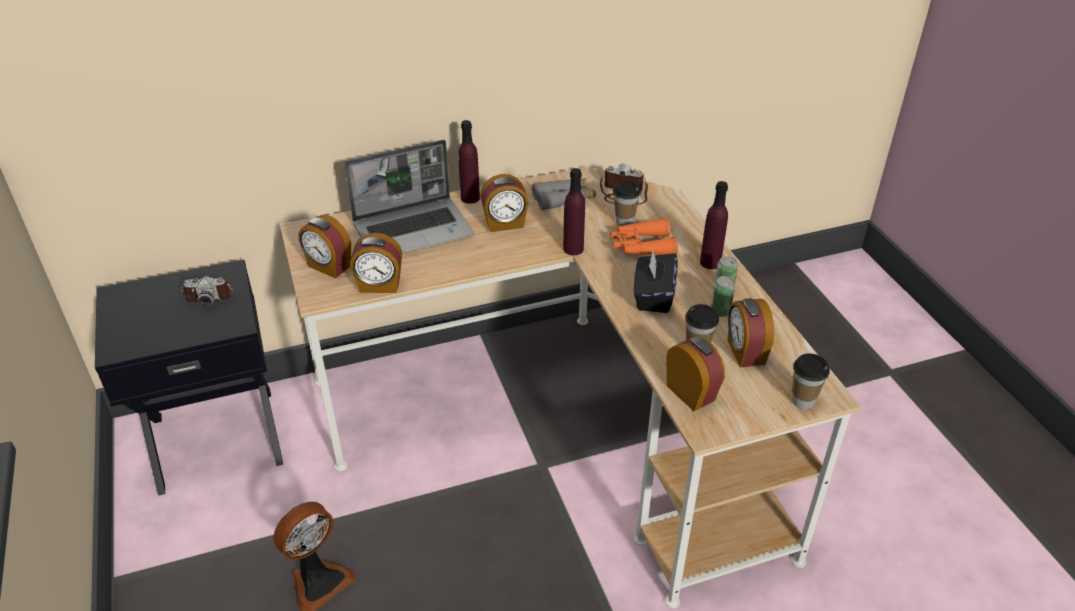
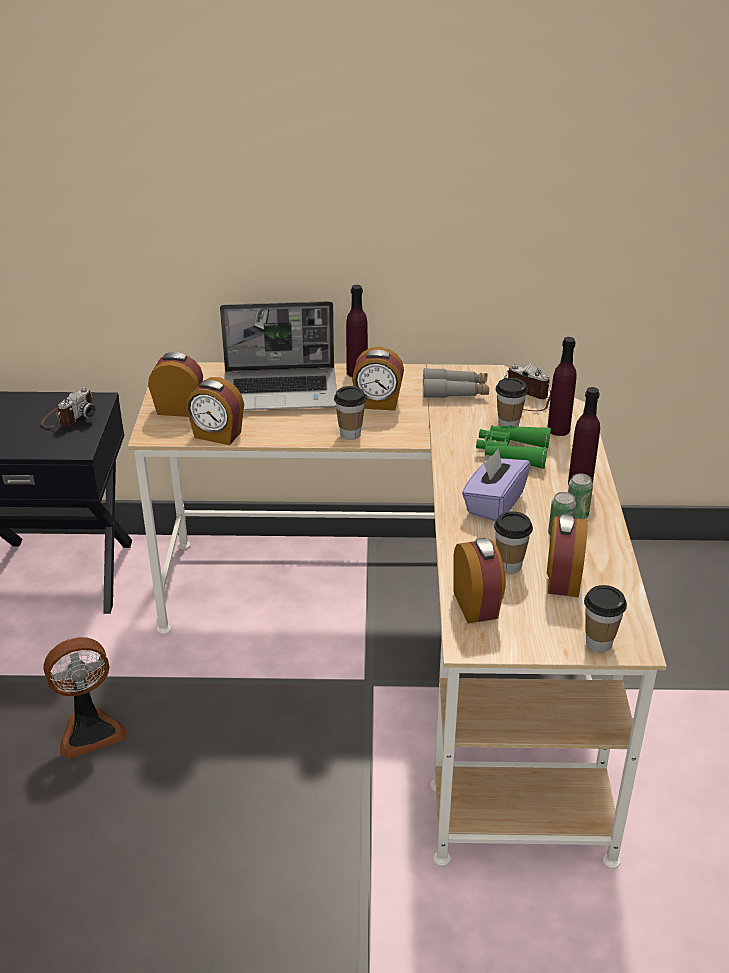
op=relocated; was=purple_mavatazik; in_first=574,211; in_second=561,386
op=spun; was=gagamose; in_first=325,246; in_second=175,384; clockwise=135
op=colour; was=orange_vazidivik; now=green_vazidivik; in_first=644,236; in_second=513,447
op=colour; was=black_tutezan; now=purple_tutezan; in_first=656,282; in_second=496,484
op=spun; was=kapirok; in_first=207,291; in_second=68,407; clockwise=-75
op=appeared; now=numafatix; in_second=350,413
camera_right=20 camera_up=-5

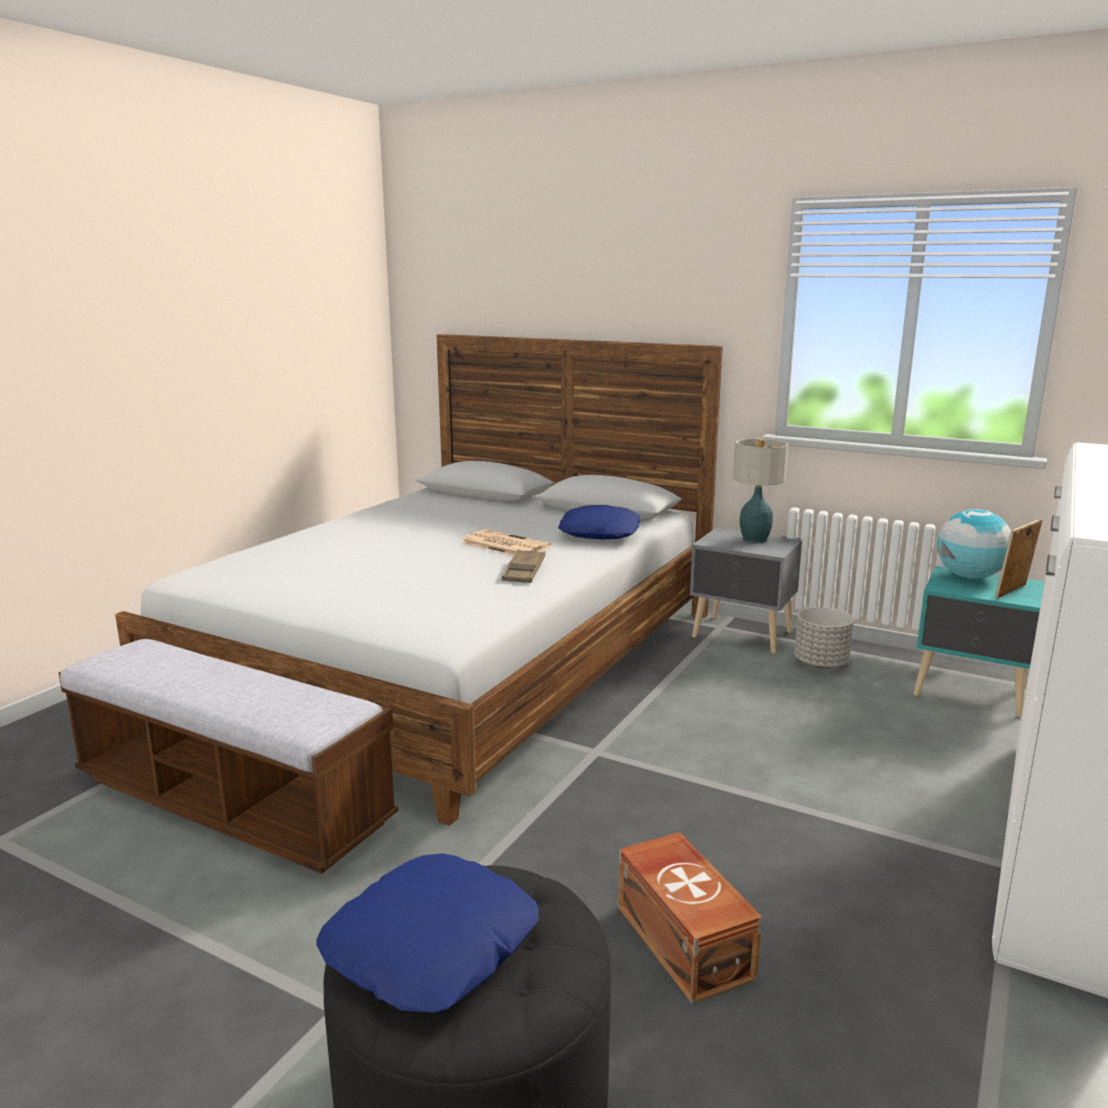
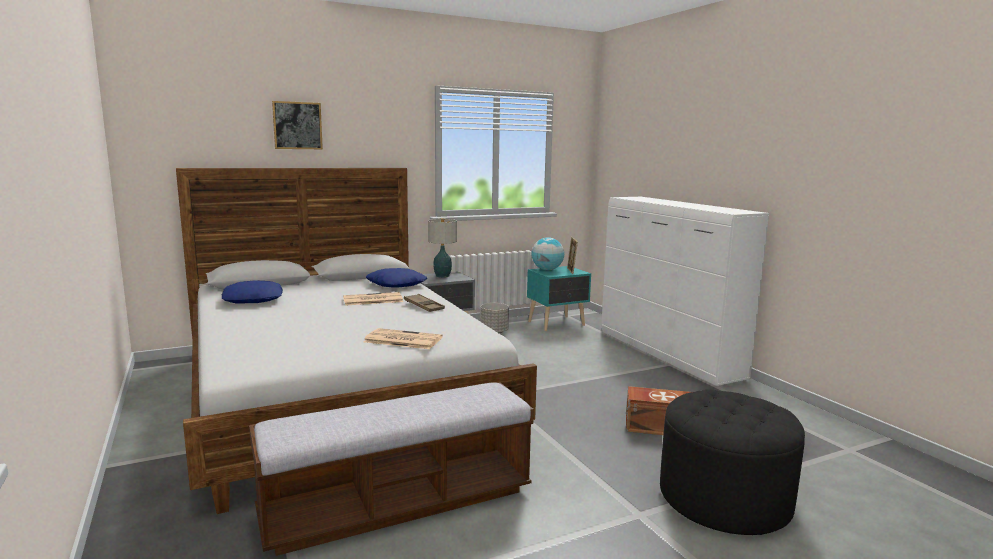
op=relocated; was=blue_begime; in_first=427,933; in_second=252,291
op=appeared; now=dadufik; in_second=297,125
op=appeared; now=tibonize; in_second=403,338
camera_right=-55 camera_up=-5

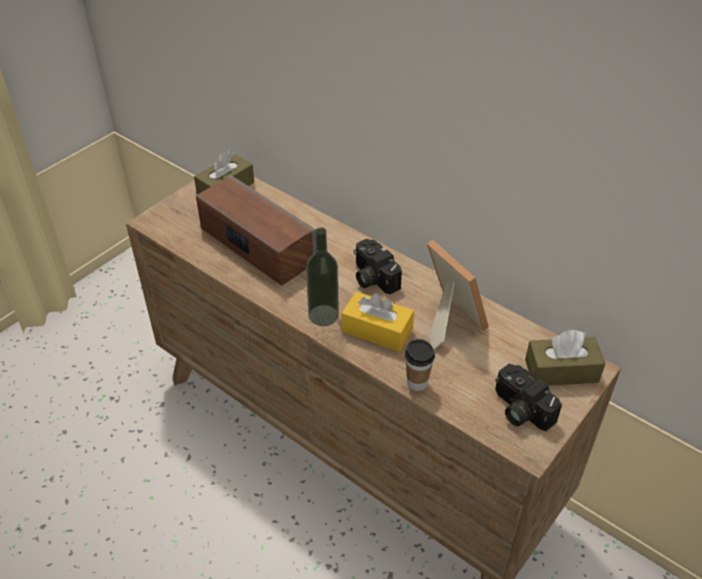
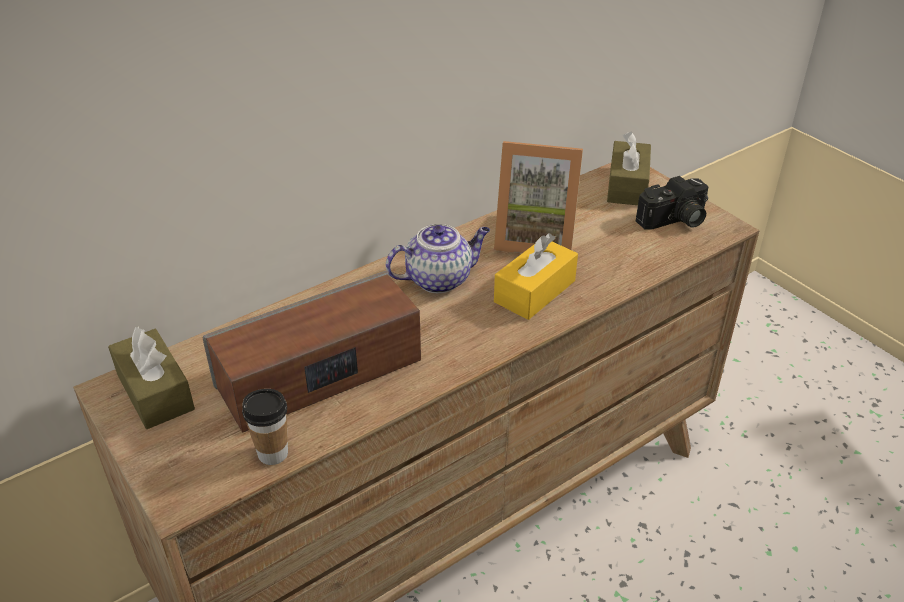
op=missing; was=mavatazik; in_first=322,277
op=exchanged; was=kapirok; now=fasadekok; in_first=378,267; in_second=438,258
op=spun; was=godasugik; in_first=458,295; in_second=538,197; clockwise=-150
op=relocated; was=numafatix; in_first=420,365; in_second=265,427
camera_right=-75 camera_up=-5

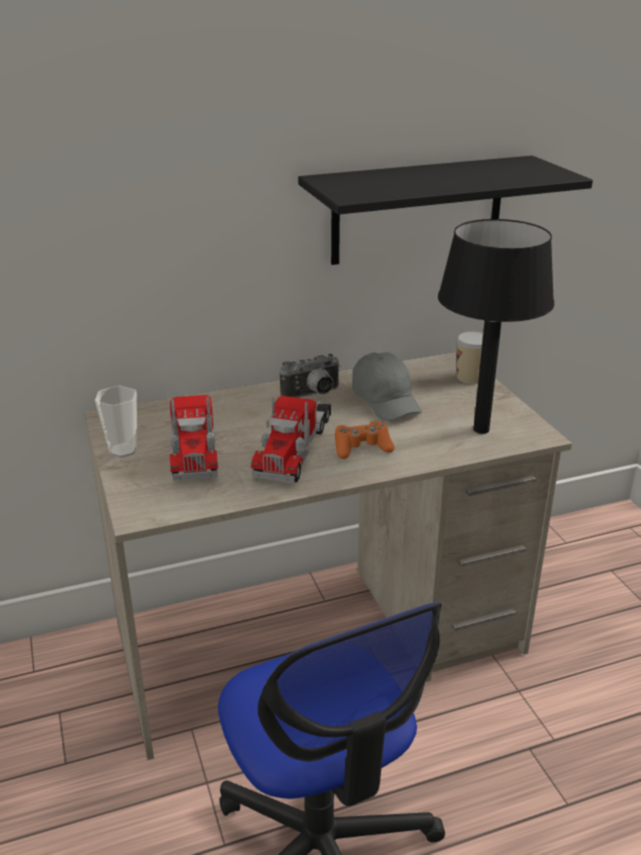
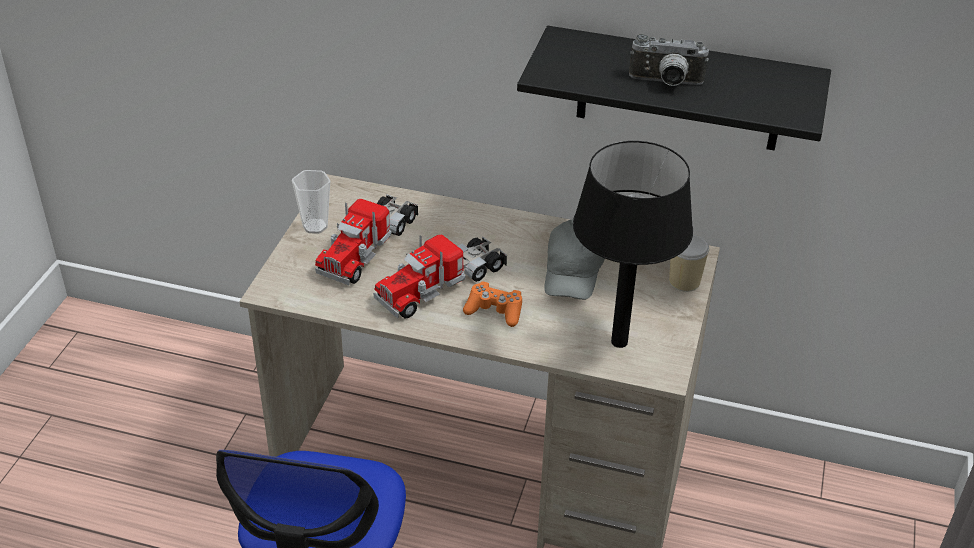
op=relocated; was=kapirok; in_first=310,376; in_second=669,60
camera_right=35 camera_up=10

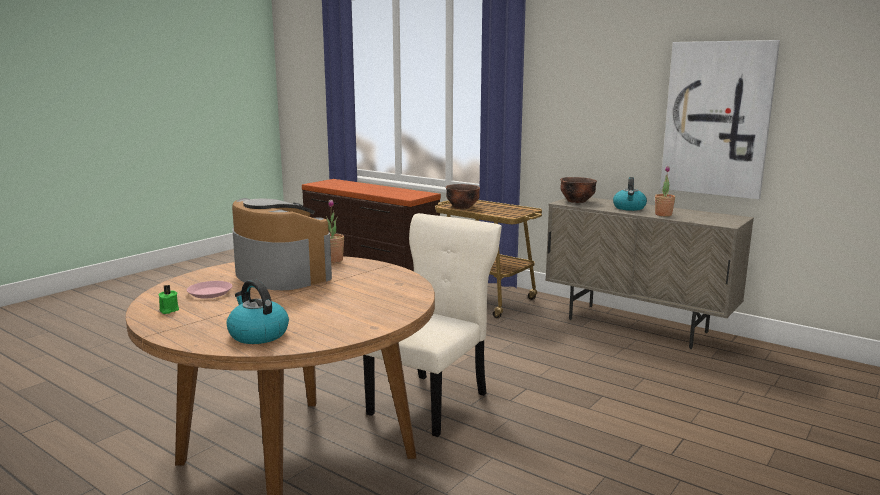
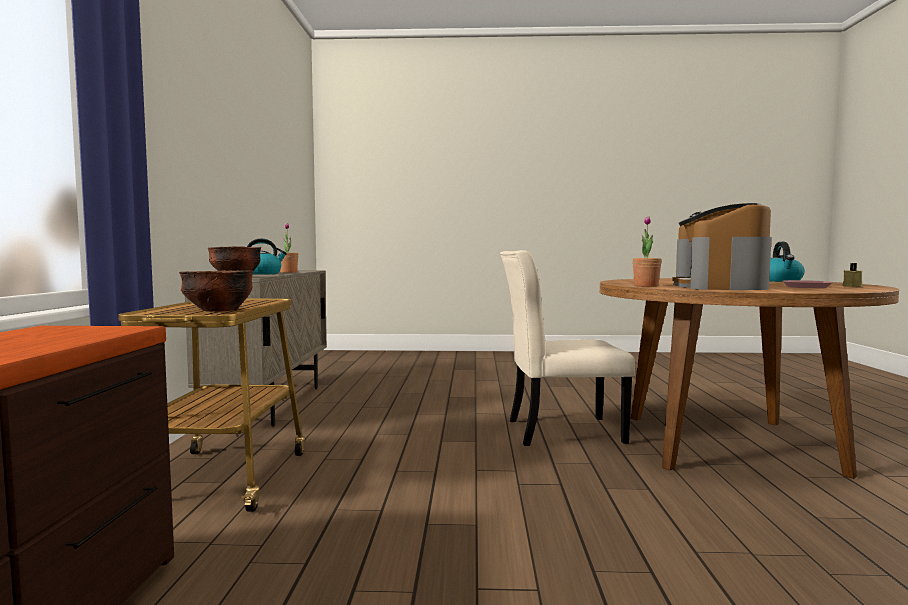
op=missing; was=dadufik; in_first=720,119
op=colour; was=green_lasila; now=beige_lasila; in_first=169,299; in_second=852,275
camera_right=-125 camera_up=-10

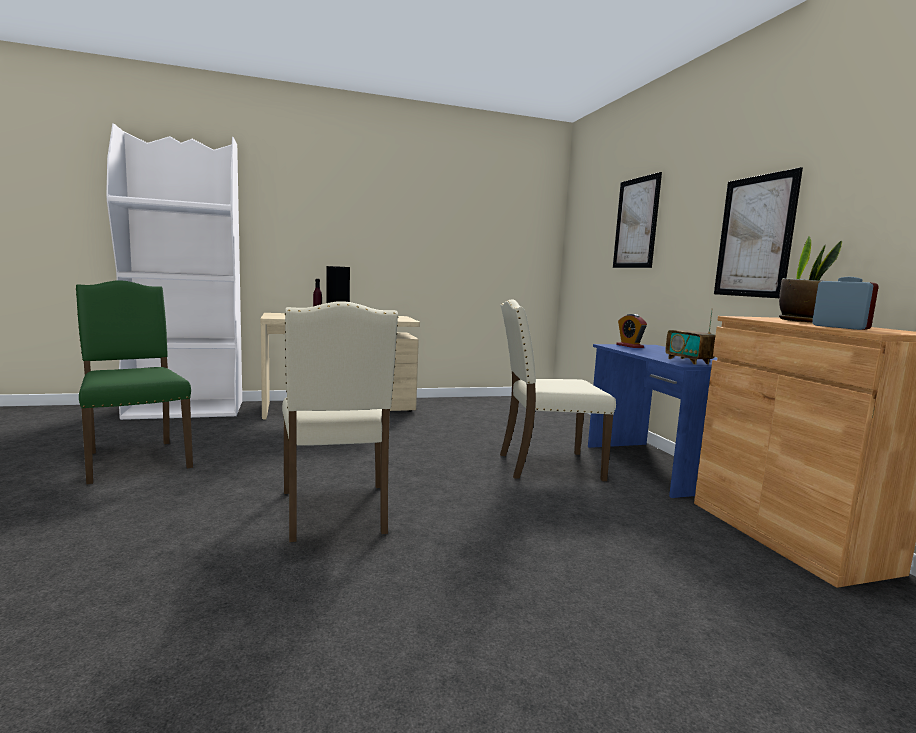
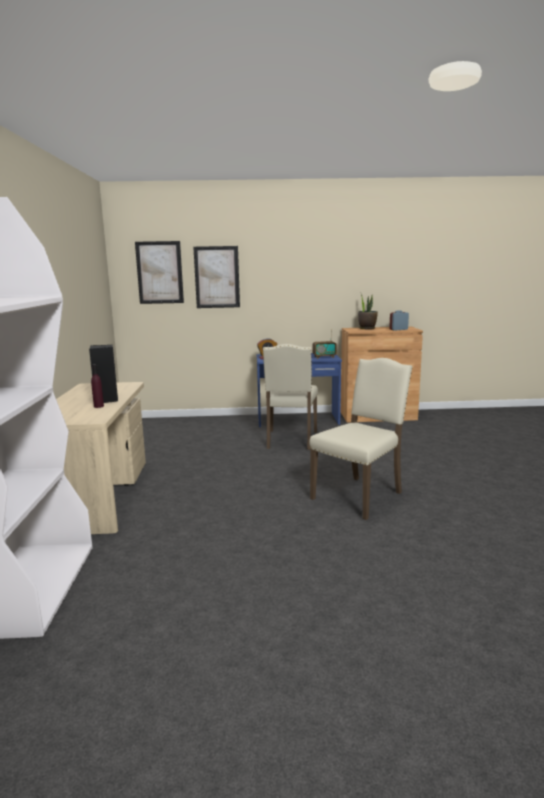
op=relocated; was=dadufik; in_first=758,232; in_second=159,272
op=missing; was=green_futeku; in_first=134,382
op=spun; was=beige_futeku; in_first=340,421; in_second=360,439; clockwise=-45
camera_right=-75 camera_up=5

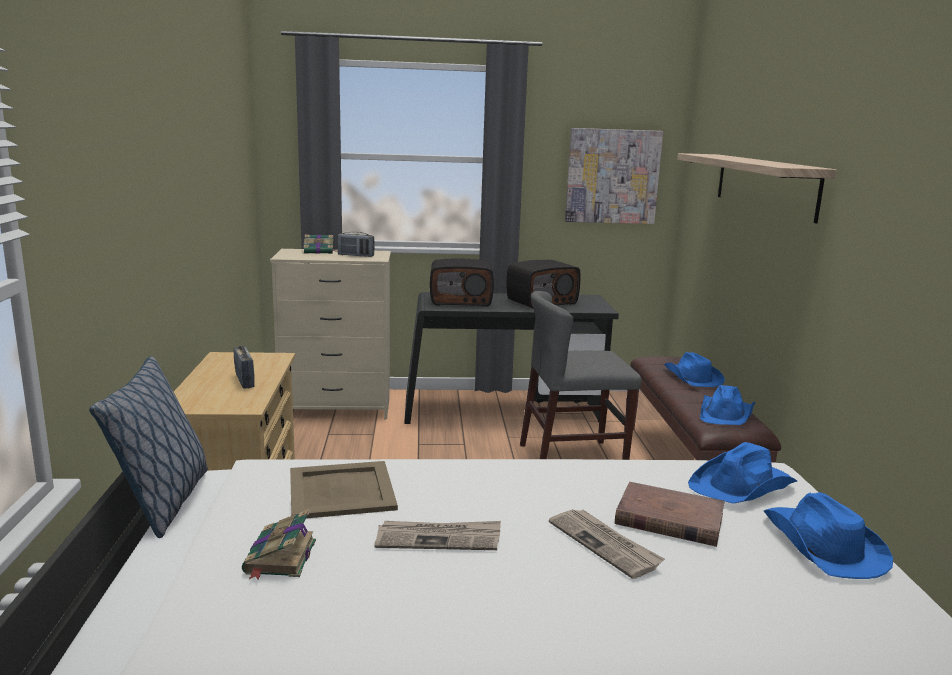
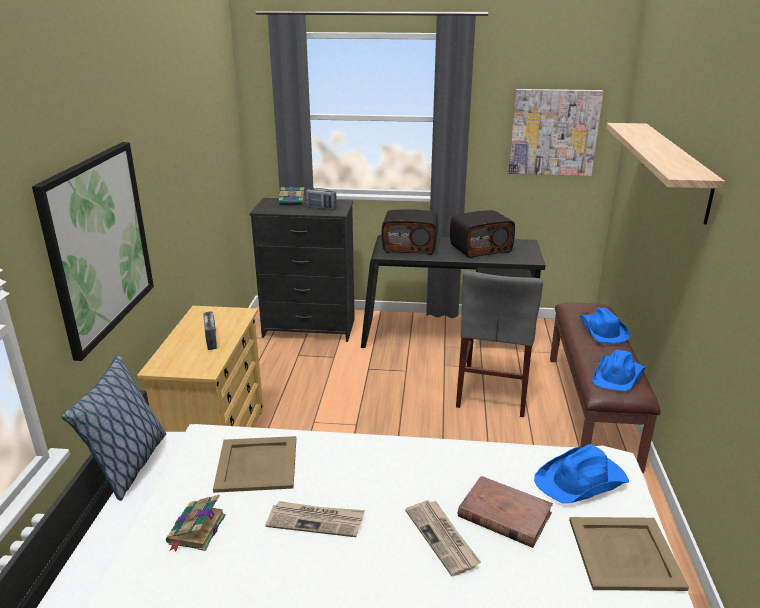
op=colour; was=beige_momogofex; now=black_momogofex; in_first=330,334; in_second=302,270
op=spun; was=grey_futeku; in_first=580,375; in_second=499,343; clockwise=-75
op=exchanged; was=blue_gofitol; now=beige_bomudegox; in_first=828,535; in_second=629,554
op=appeared; now=dadufik; in_second=93,251
camera_right=10 camera_up=10

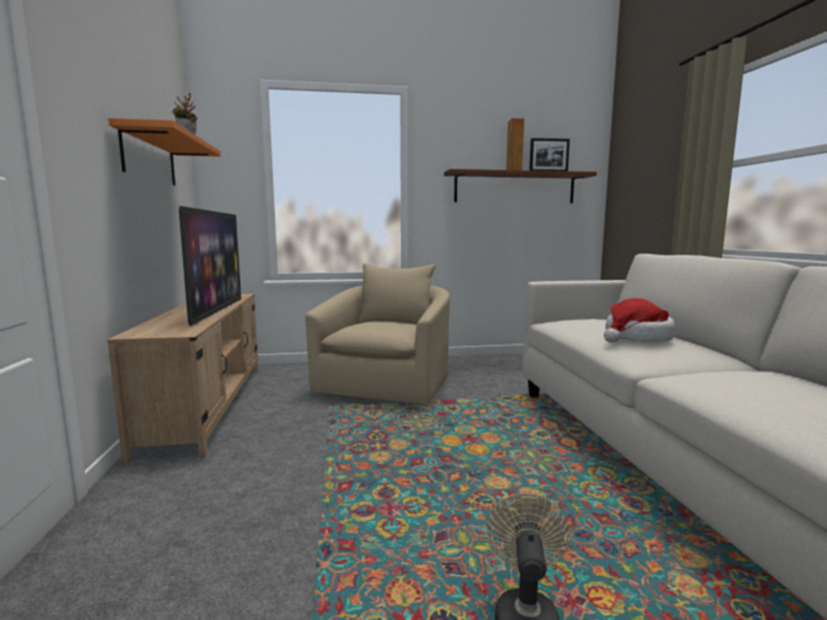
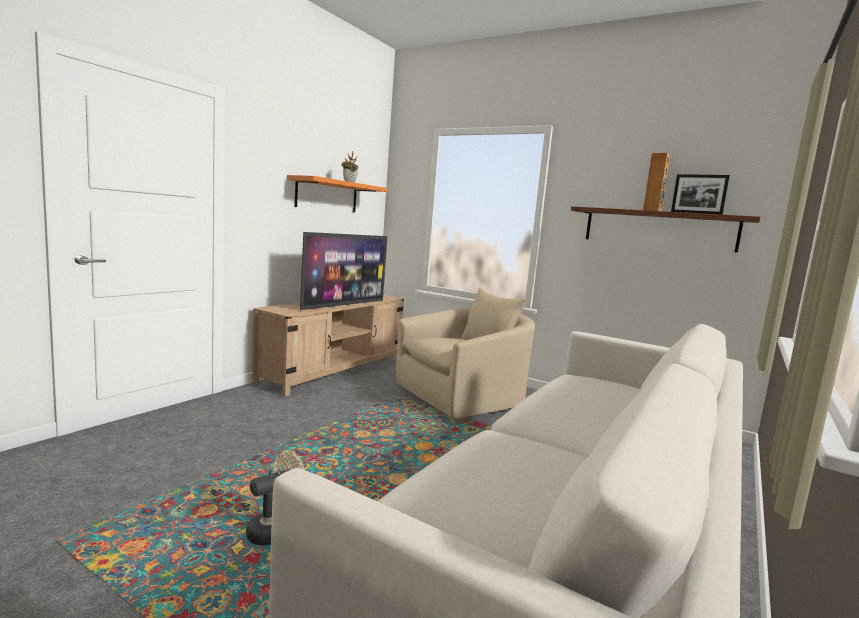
op=missing; was=gofitol; in_first=639,320
camera_right=40 camera_up=0

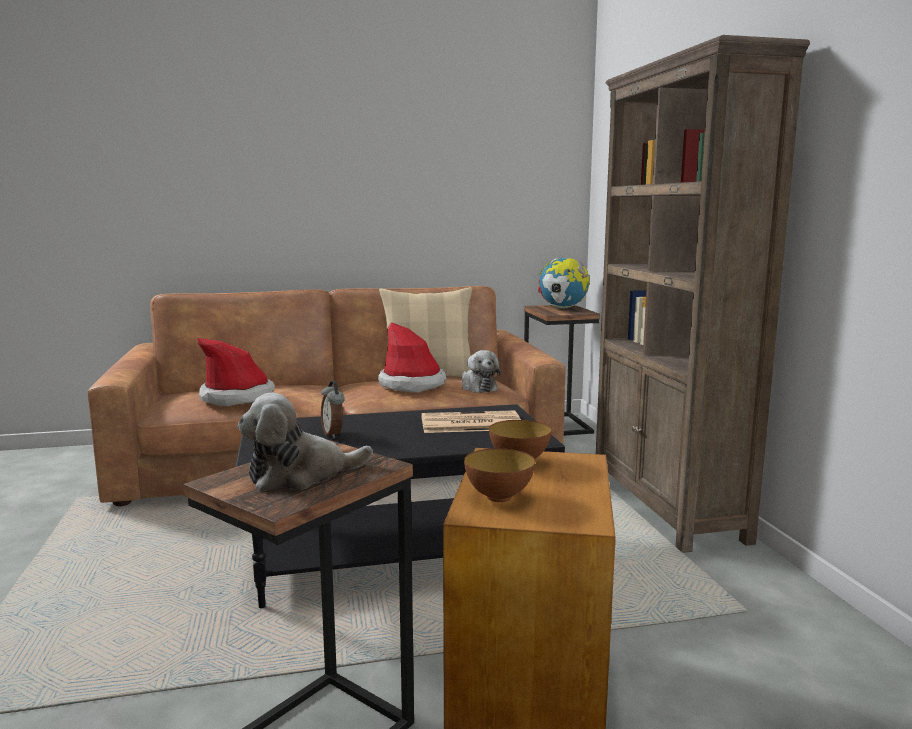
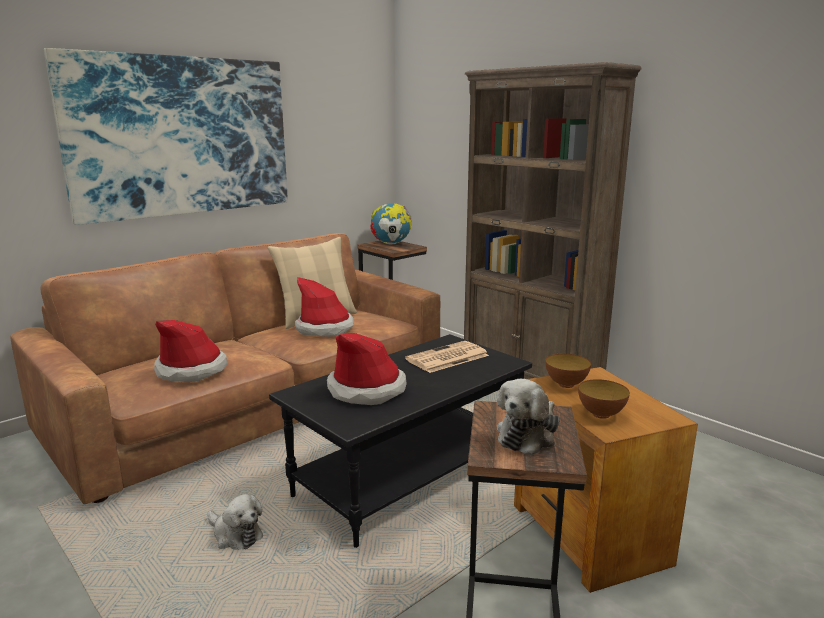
op=relocated; was=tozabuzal; in_first=481,371; in_second=235,522
op=exchanged; was=gagamose; now=gofitol; in_first=333,410; in_second=367,369
op=appeared; now=dadufik; in_second=166,136
camera_right=-30 camera_up=5

